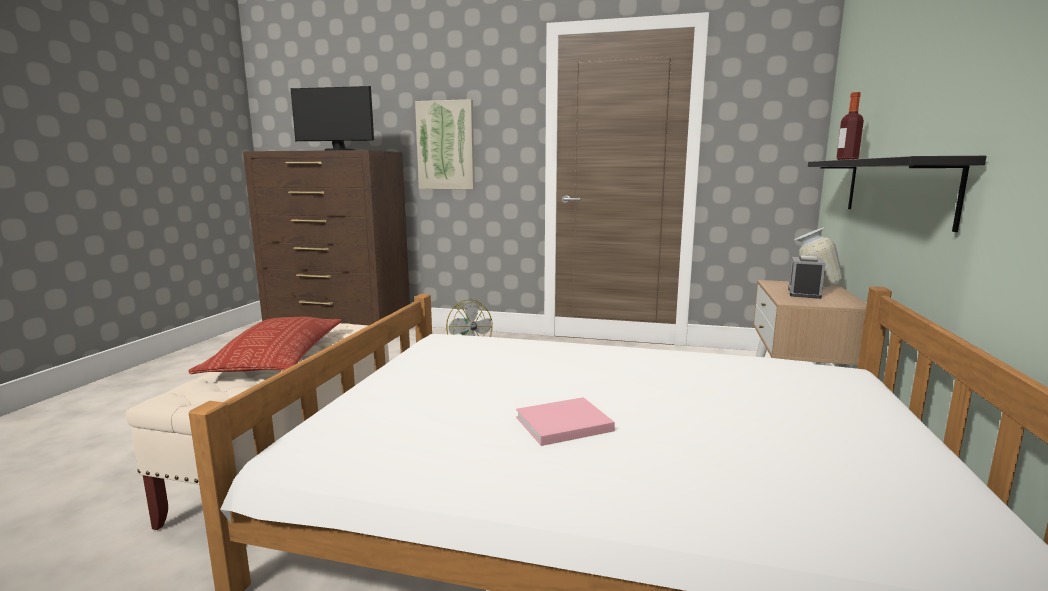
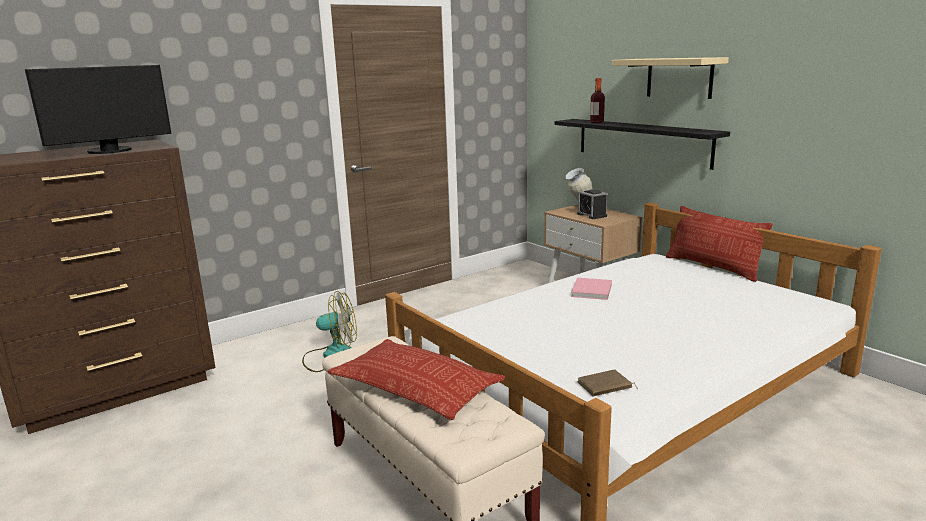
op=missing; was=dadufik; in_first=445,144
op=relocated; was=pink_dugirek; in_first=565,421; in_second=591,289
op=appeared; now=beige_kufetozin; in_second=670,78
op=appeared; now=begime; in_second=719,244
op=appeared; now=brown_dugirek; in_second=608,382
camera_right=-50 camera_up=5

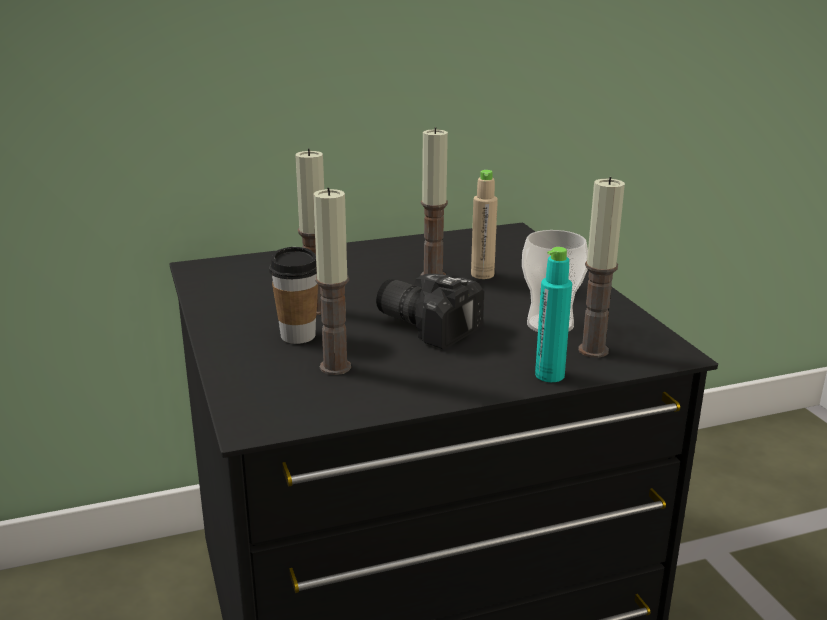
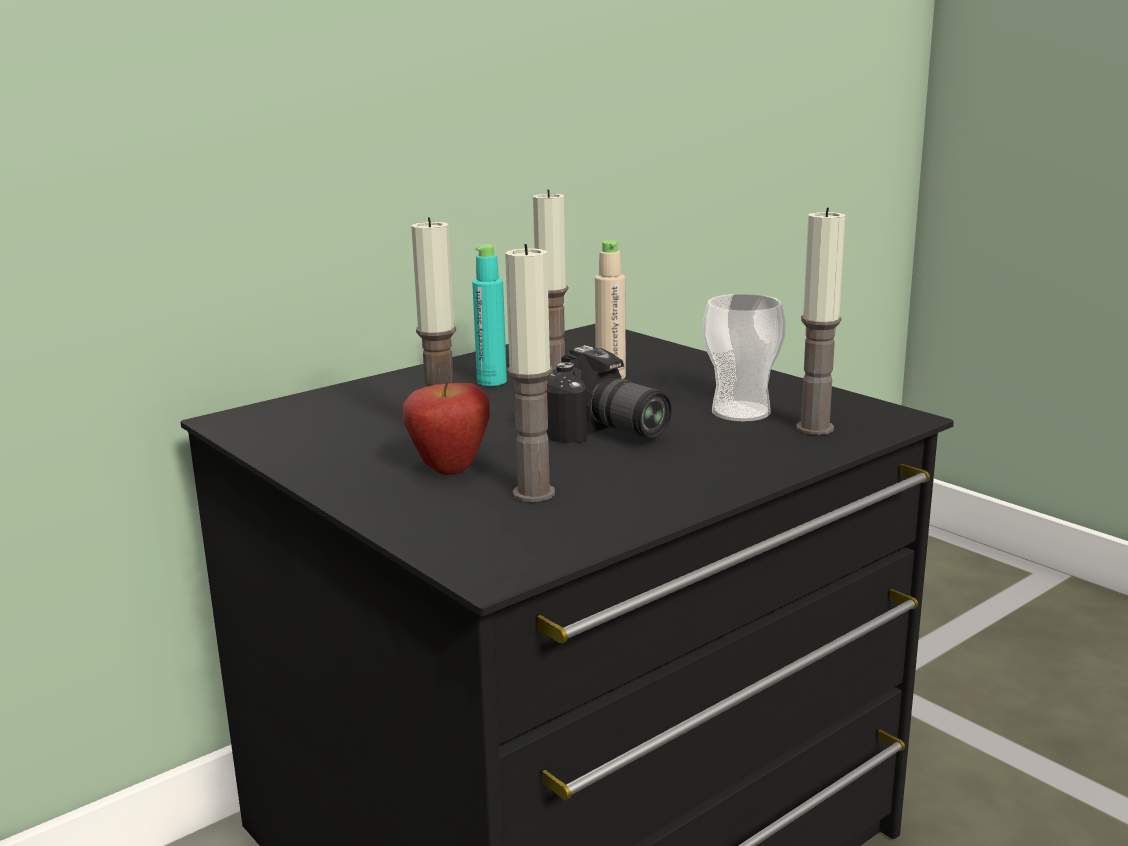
op=exchanged; was=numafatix; now=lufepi; in_first=293,295; in_second=446,428
op=relocated; was=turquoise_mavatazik; in_first=553,314; in_second=489,315
op=spun; was=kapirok; in_first=430,312; in_second=609,394; clockwise=-150
camera_right=-20 camera_up=-5

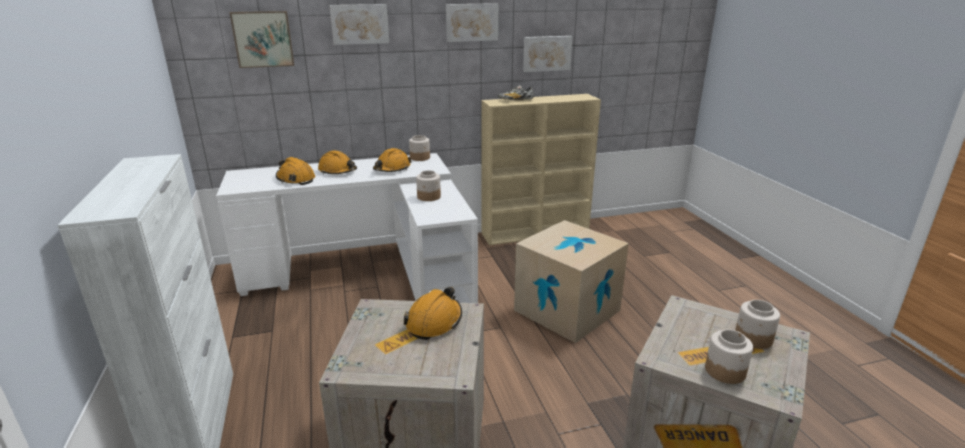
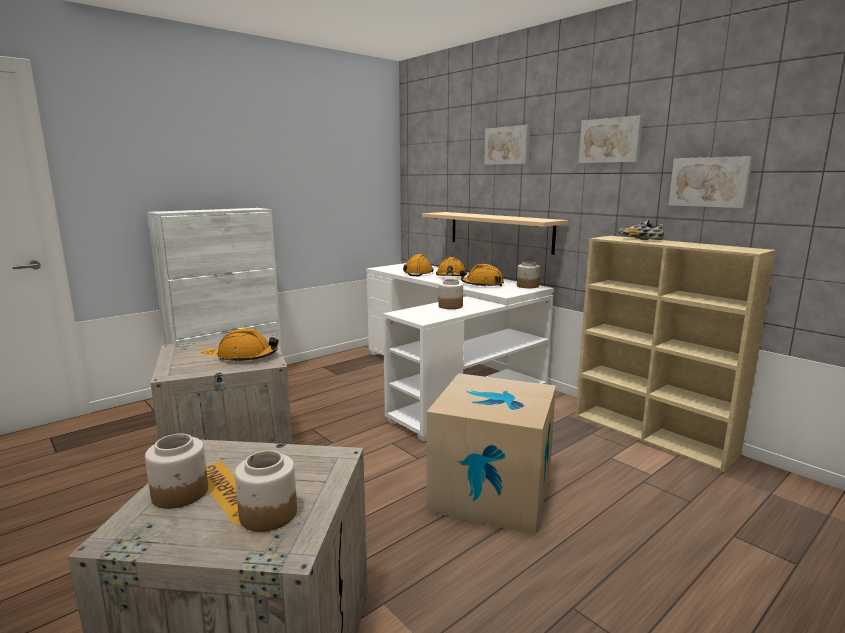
op=missing; was=dadufik; in_first=261,39
op=appeared; now=beige_kufetozin; in_second=495,233
camera_right=65 camera_up=-10

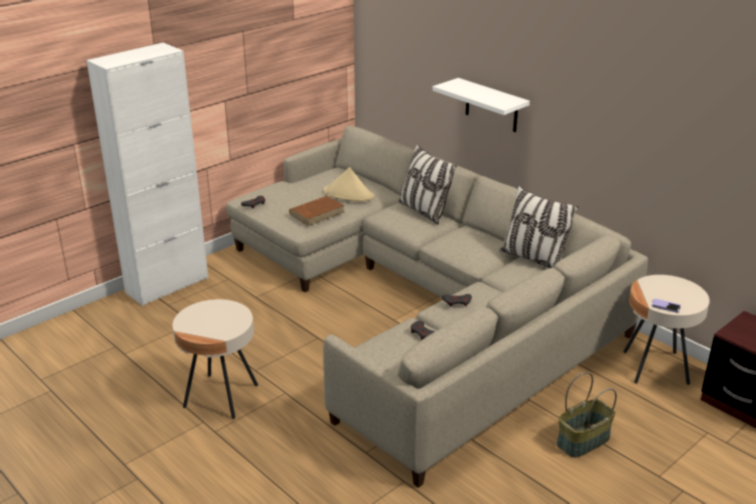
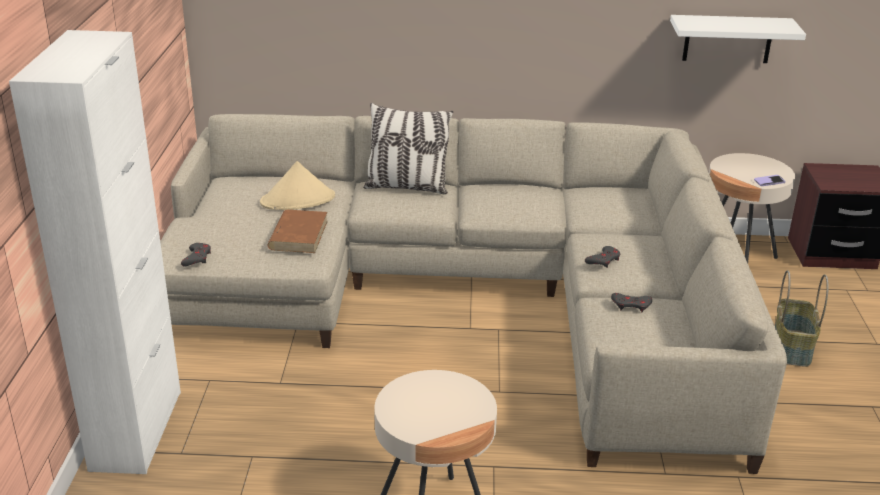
op=relocated; was=white_kufetozin; in_first=481,105; in_second=738,39
op=missing; was=begime; in_first=538,227
camera_right=-45 camera_up=0

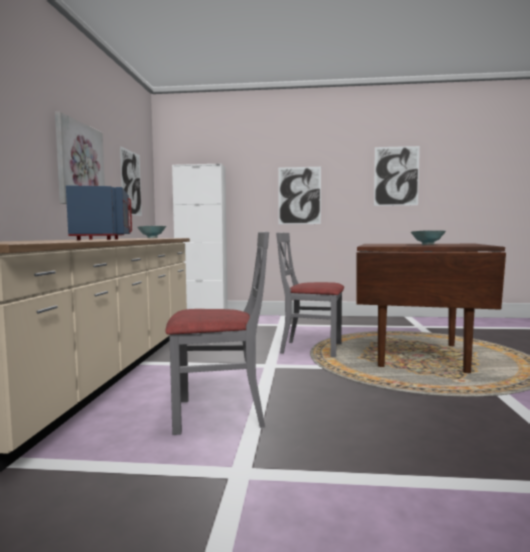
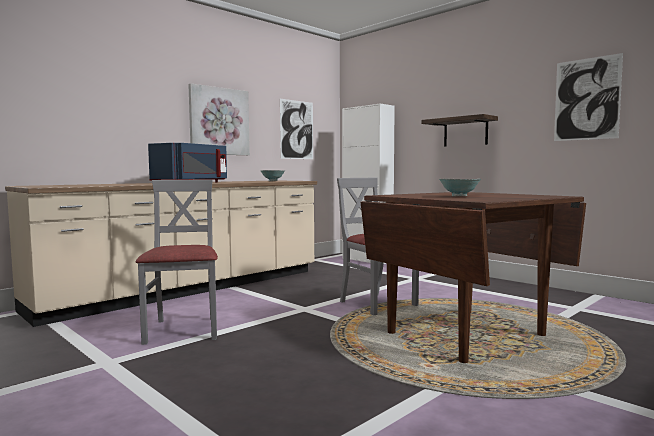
op=exchanged; was=dadufik; now=kufetozin; in_first=299,195; in_second=459,130
op=spun; was=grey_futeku; in_first=217,333; in_second=177,262; clockwise=-135
camera_right=40 camera_up=0

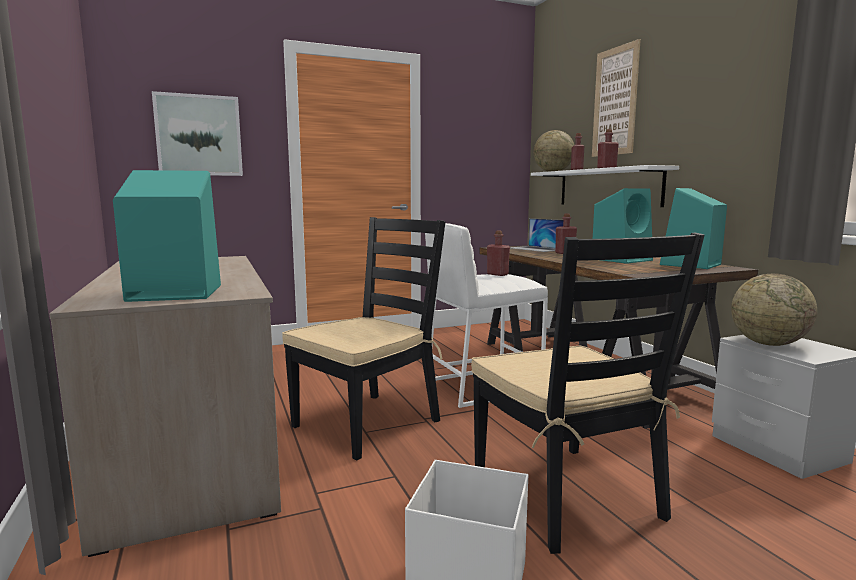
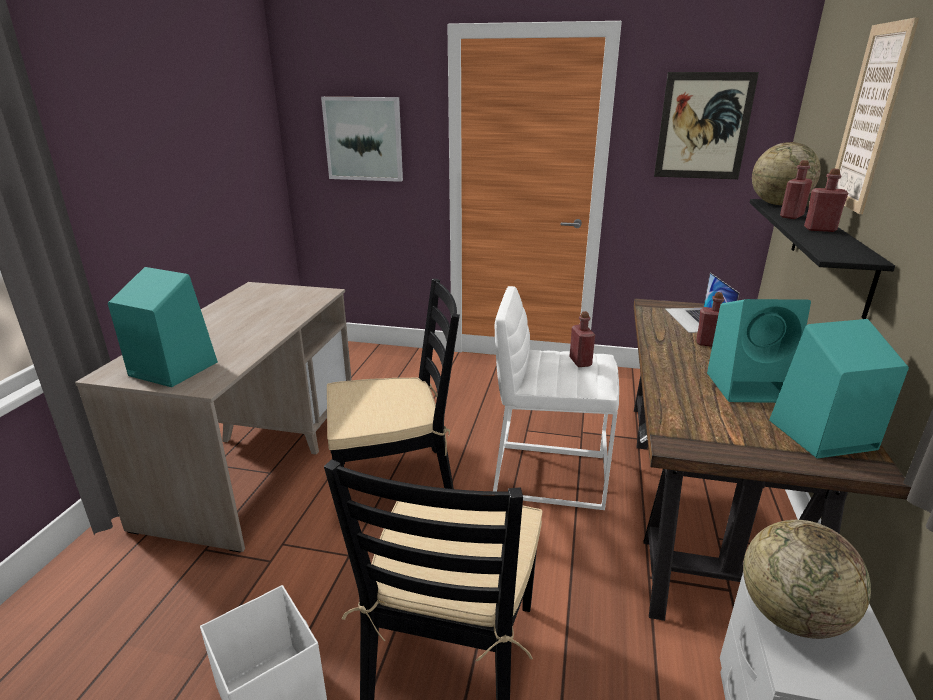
op=colour; was=white_kufetozin; now=black_kufetozin; in_first=605,186; in_second=822,259
op=appeared; now=dadufik; in_second=706,125
camera_right=35 camera_up=15

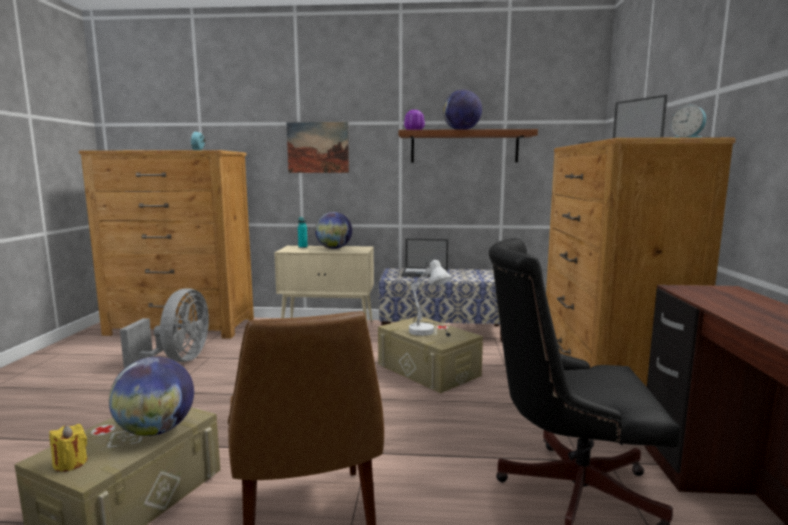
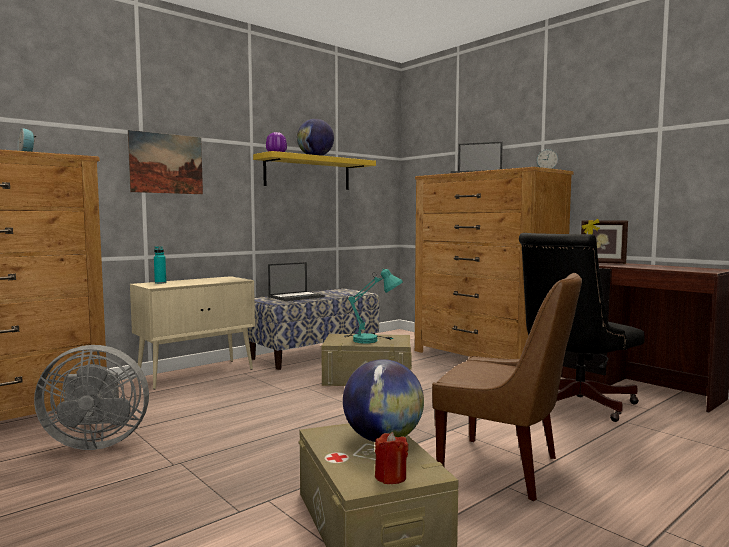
op=colour; was=brown_kufetozin; now=yellow_kufetozin; in_first=468,146; in_second=314,170
op=missing; was=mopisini; in_first=333,230
op=colour; was=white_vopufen; now=turquoise_vopufen; in_first=430,297; in_second=373,305
op=spun; was=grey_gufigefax; in_first=164,328; in_second=91,397; clockwise=120
op=colour; was=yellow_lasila; now=red_lasila; in_first=68,448; in_second=391,458
op=appeared; now=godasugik; in_second=604,241
camera_right=-45 camera_up=-5

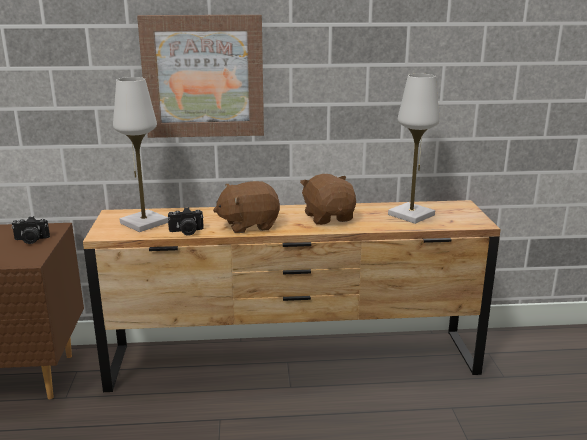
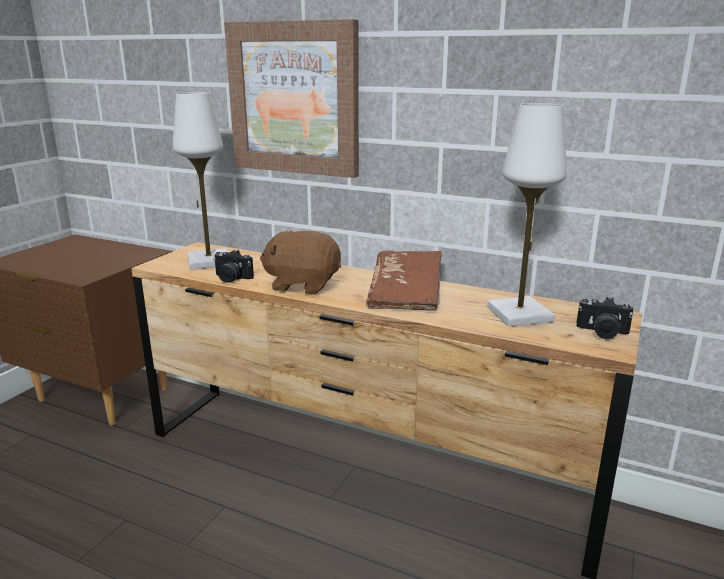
op=exchanged; was=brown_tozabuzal; now=brown_dugirek; in_first=328,199; in_second=404,281
op=relocated; was=kapirok; in_first=31,230; in_second=604,318
camera_right=30 camera_up=0

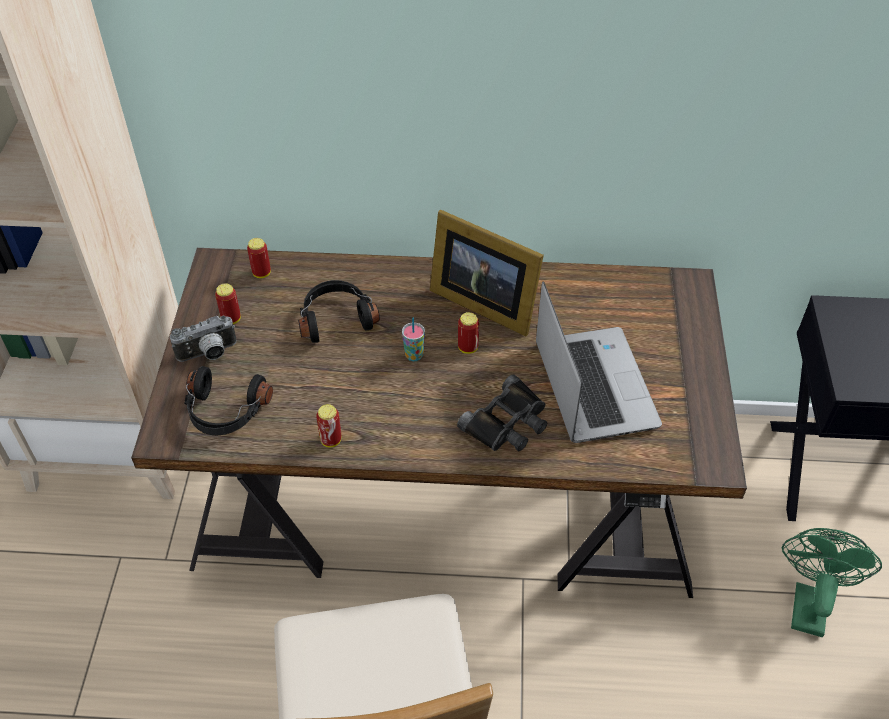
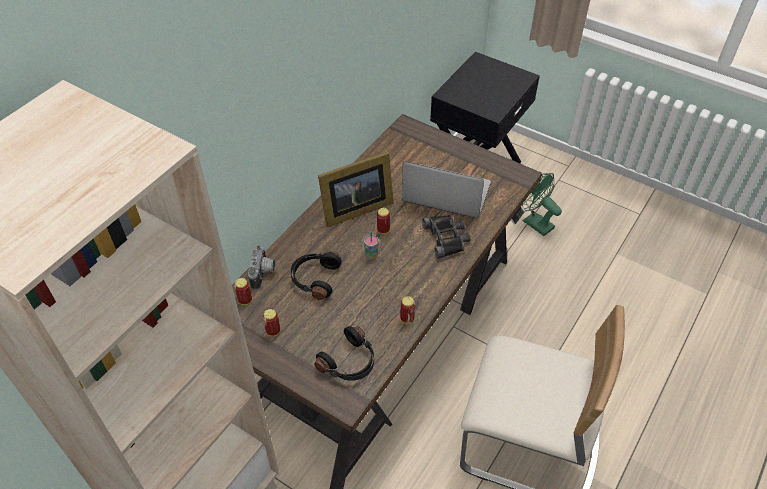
op=relocated; was=kapirok; in_first=203,339; in_second=262,267
camera_right=-60 camera_up=0

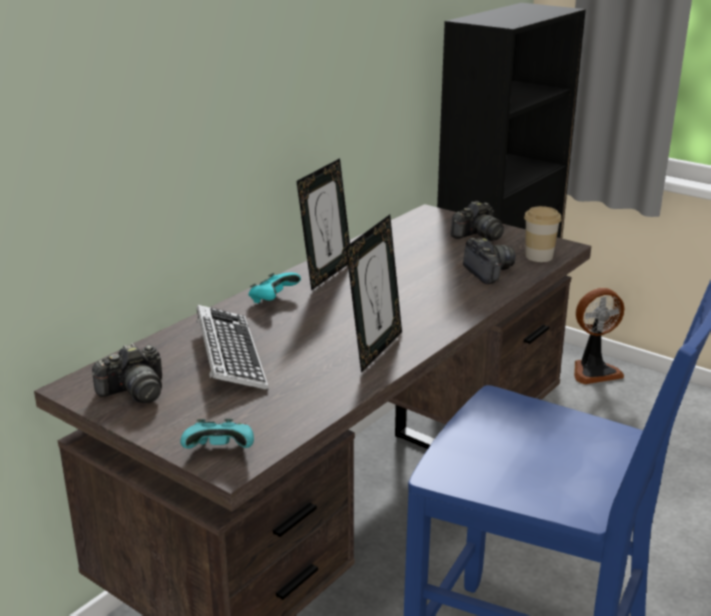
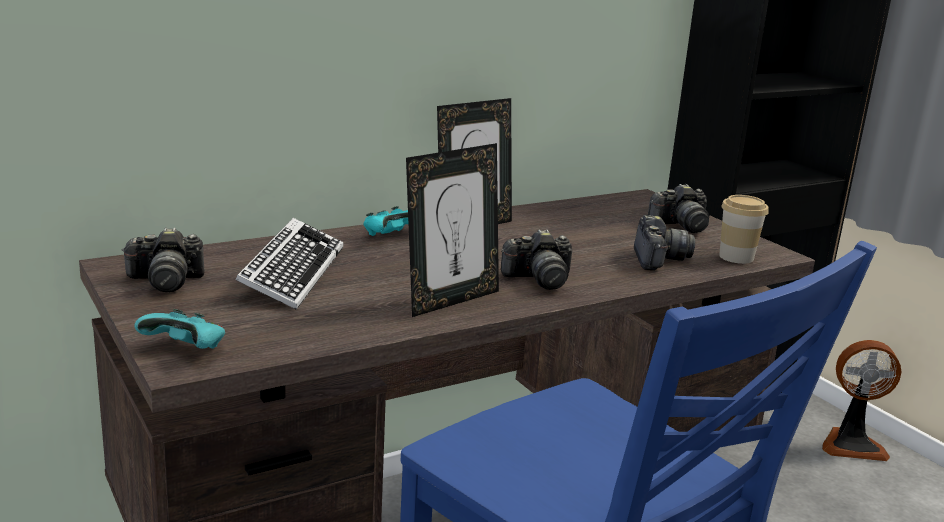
op=appeared; now=kapirok; in_second=536,259
camera_right=20 camera_up=-5

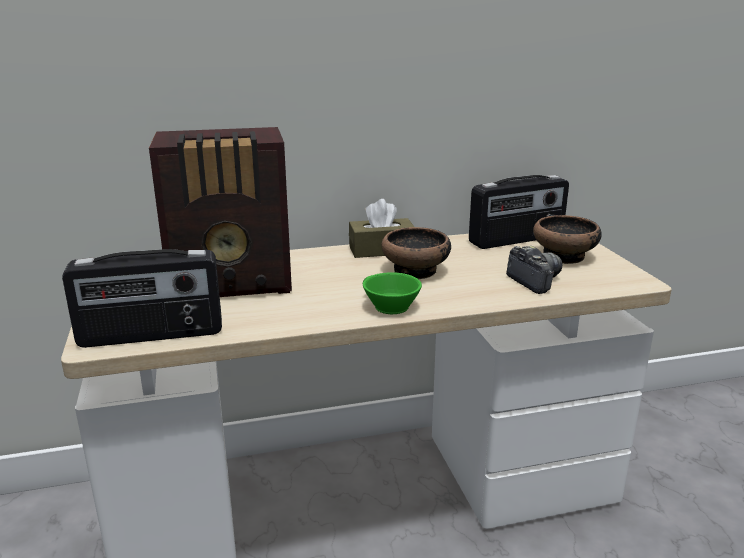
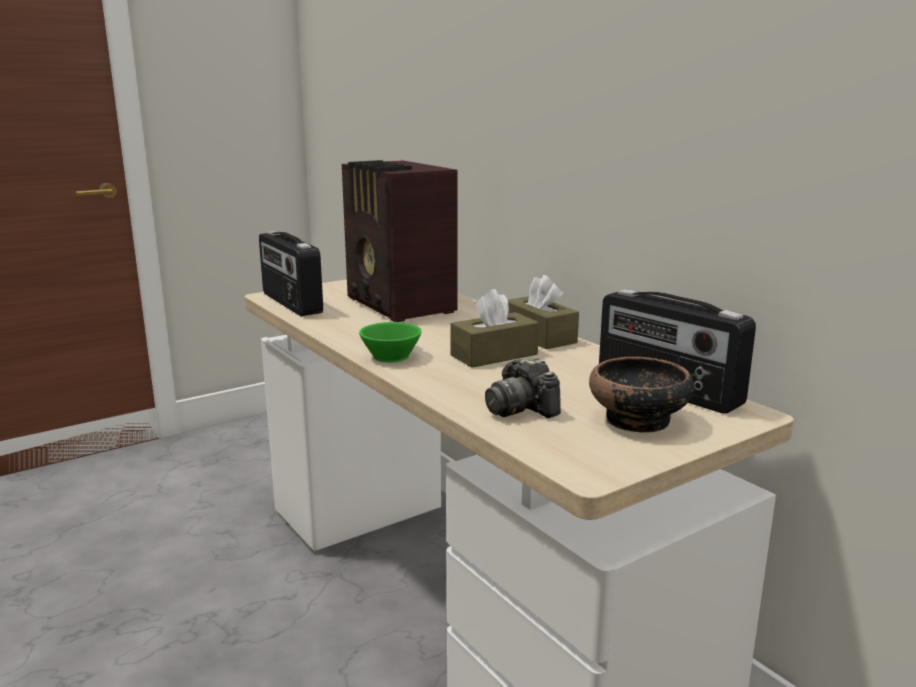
op=exchanged; was=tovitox; now=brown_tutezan; in_first=416,253; in_second=494,328
op=spun; was=kapirok; in_first=534,270; in_second=523,388; clockwise=105
camera_right=70 camera_up=-5

